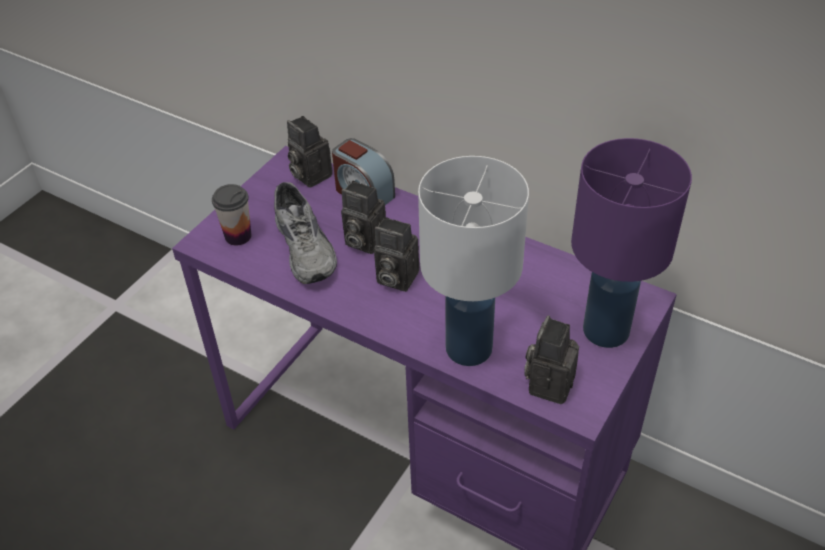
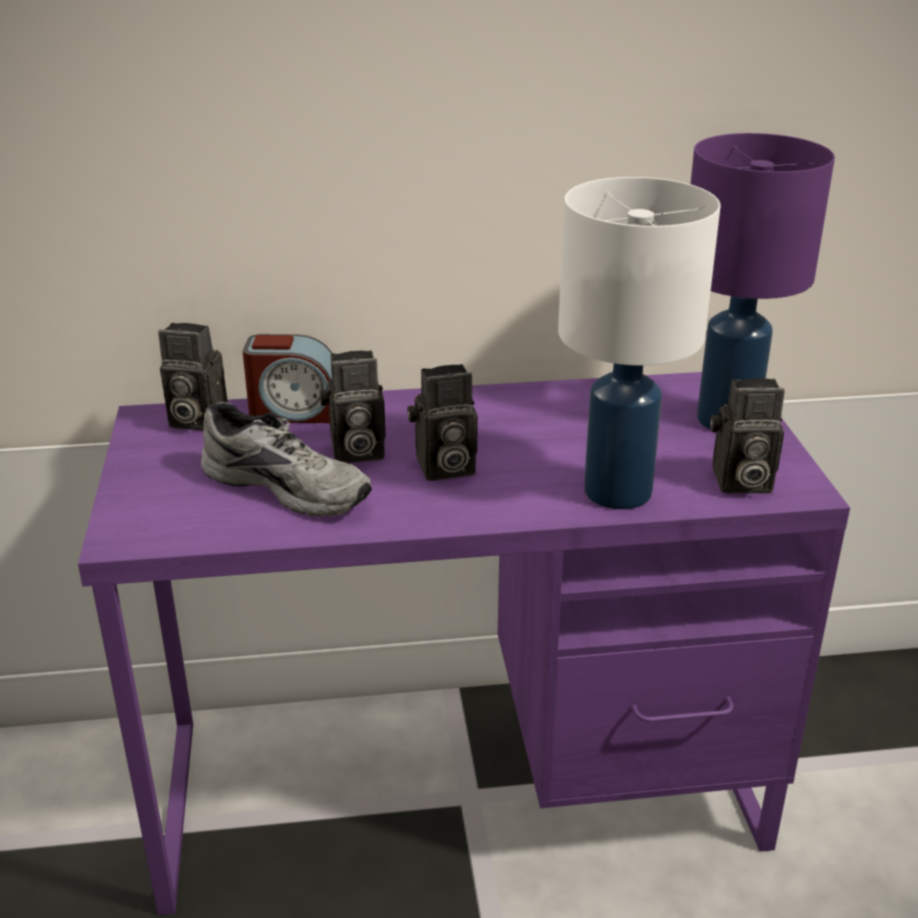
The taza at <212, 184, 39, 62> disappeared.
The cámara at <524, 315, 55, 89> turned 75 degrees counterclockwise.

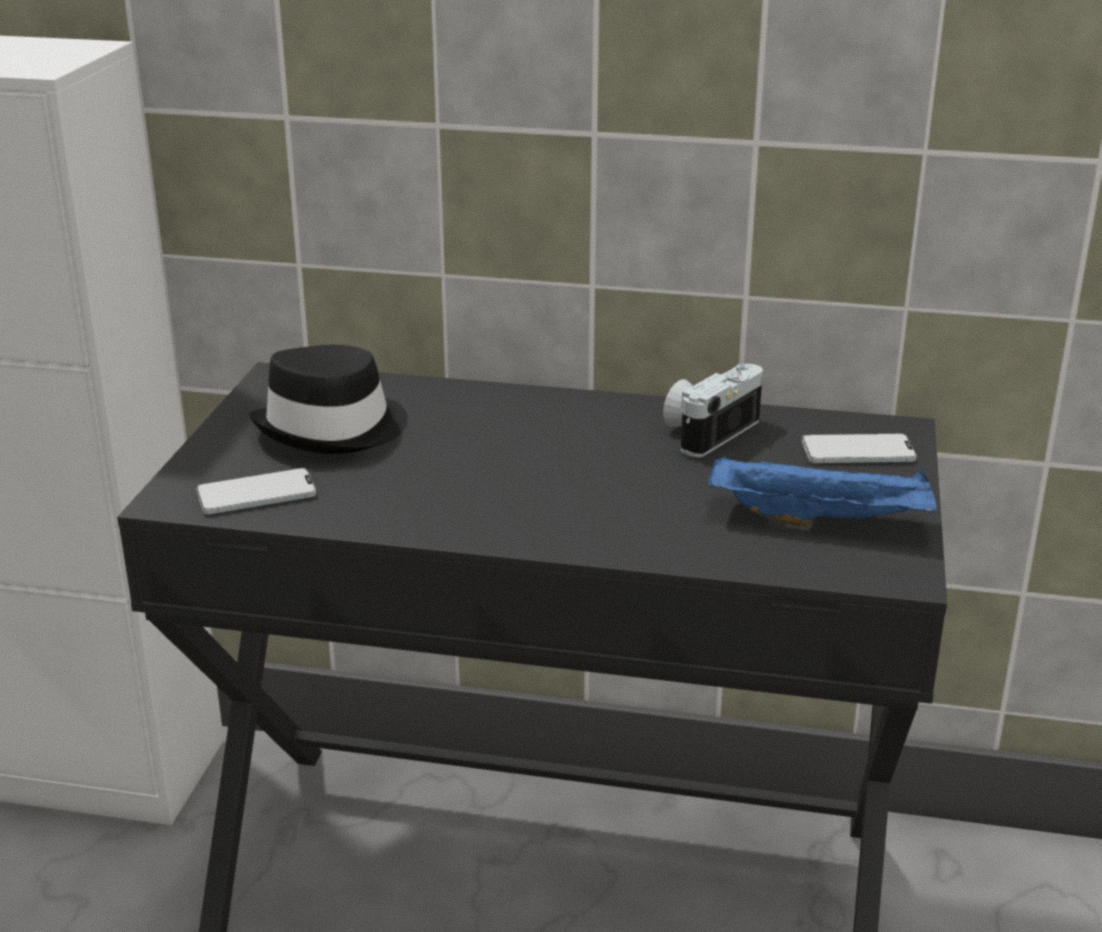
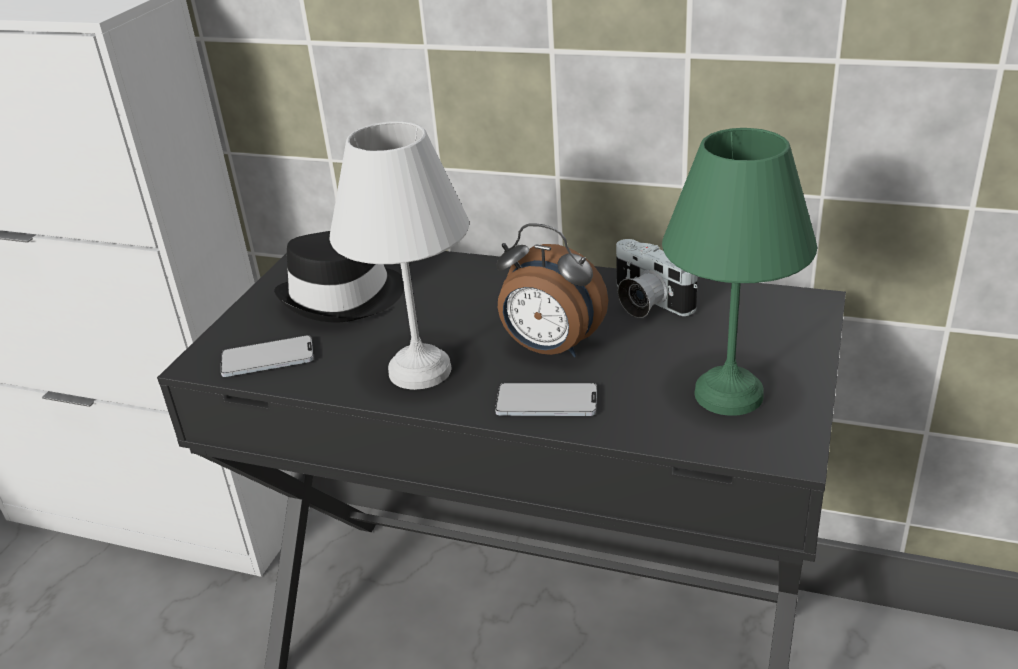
The lámpara de mesa (blanco) at <329, 121, 140, 269> appeared.
The despertador at <496, 224, 112, 133> appeared.
The móvil moved from <802, 433, 114, 30> to <495, 383, 102, 33>.
The bandeja (azul) at <708, 455, 229, 72> was replaced by the lámpara de mesa (verde) at <662, 128, 155, 288>.
The cámara at <663, 364, 100, 93> turned 90 degrees counterclockwise.

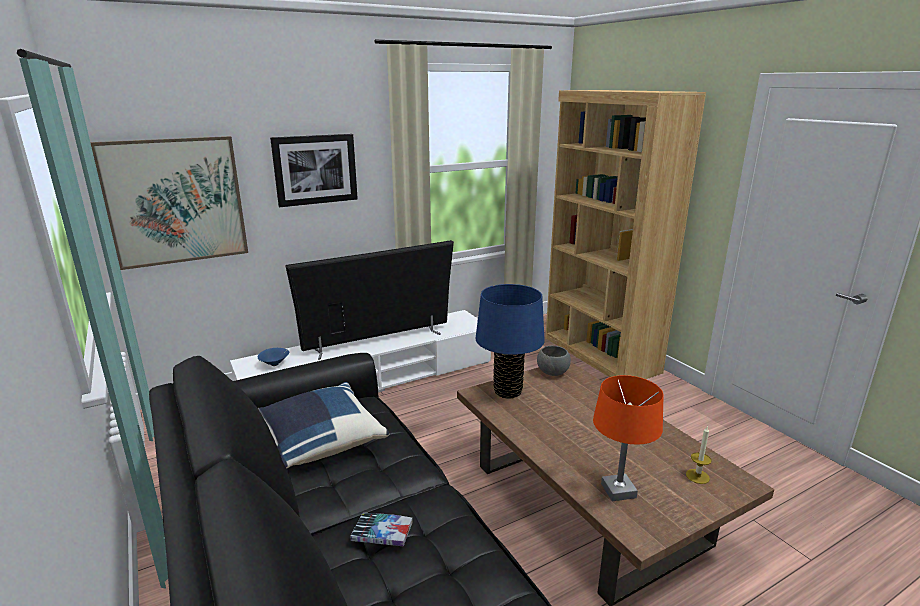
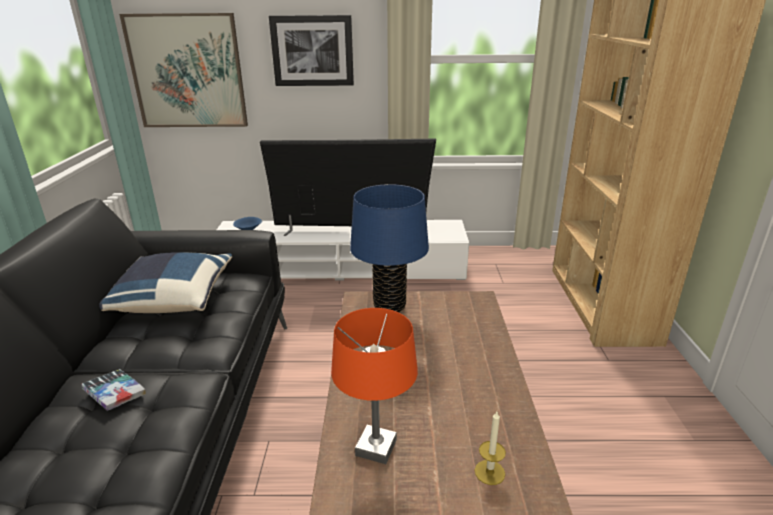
The cuenco (gris) at <537, 346, 34, 30> disappeared.

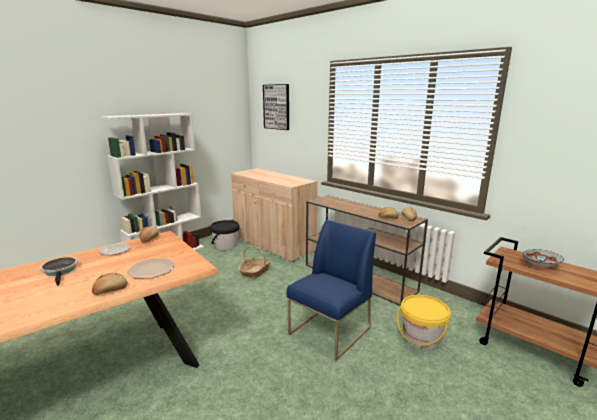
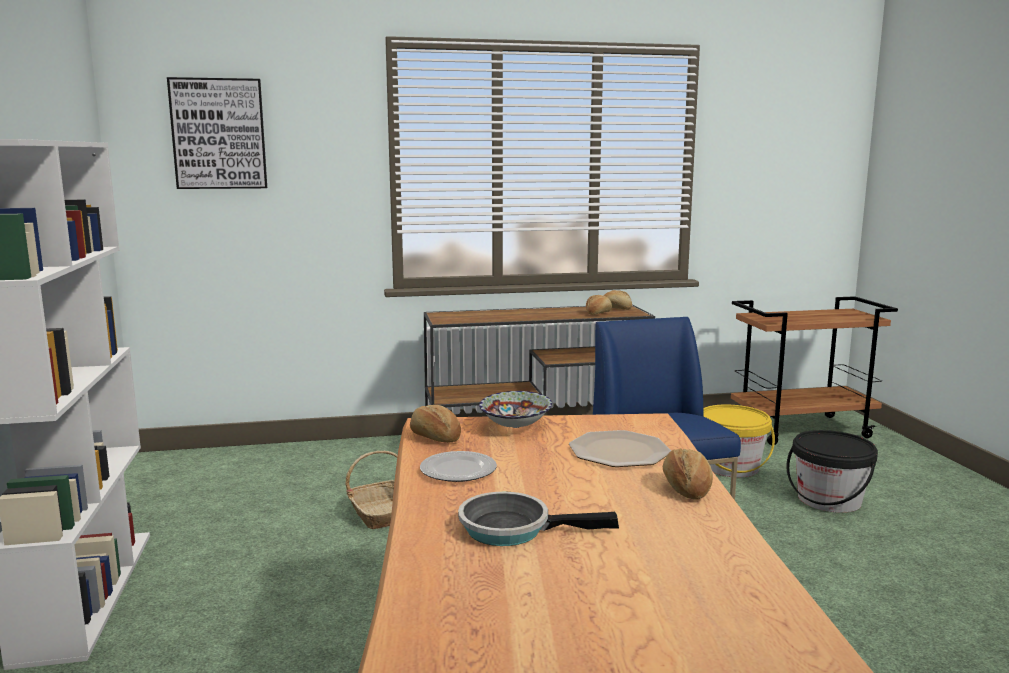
The armario (beis) at <231, 168, 87, 94> disappeared.
The cubo (negro) moved from <210, 220, 30, 30> to <787, 430, 91, 83>.
The cuenco moved from <523, 249, 41, 18> to <479, 391, 73, 37>.

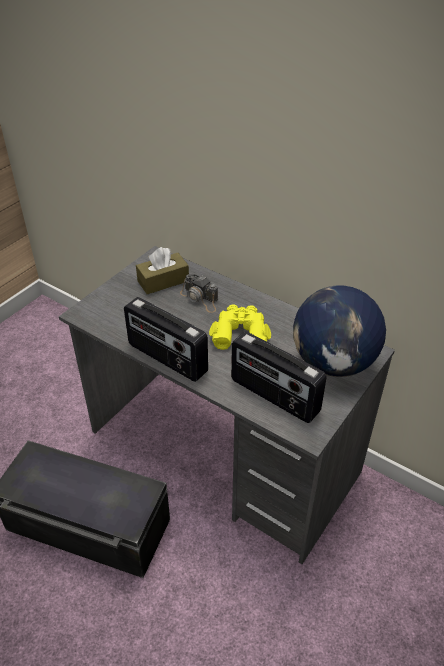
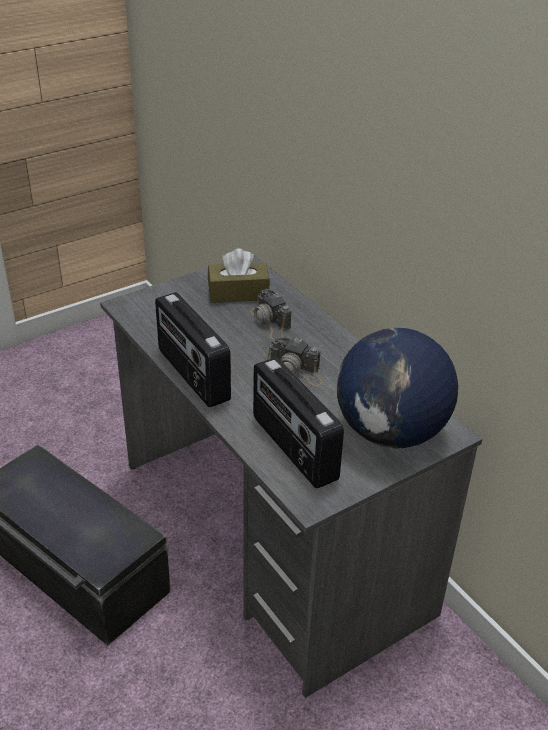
The prismáticos (amarillo) at <209, 304, 62, 46> was replaced by the cámara at <267, 337, 56, 49>.

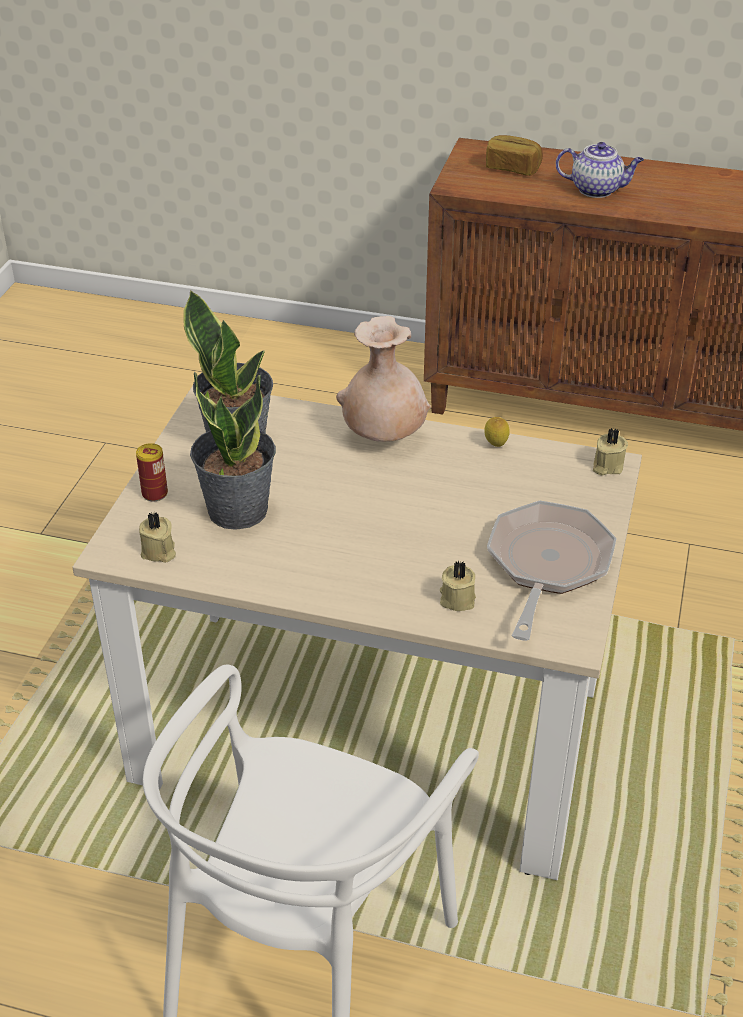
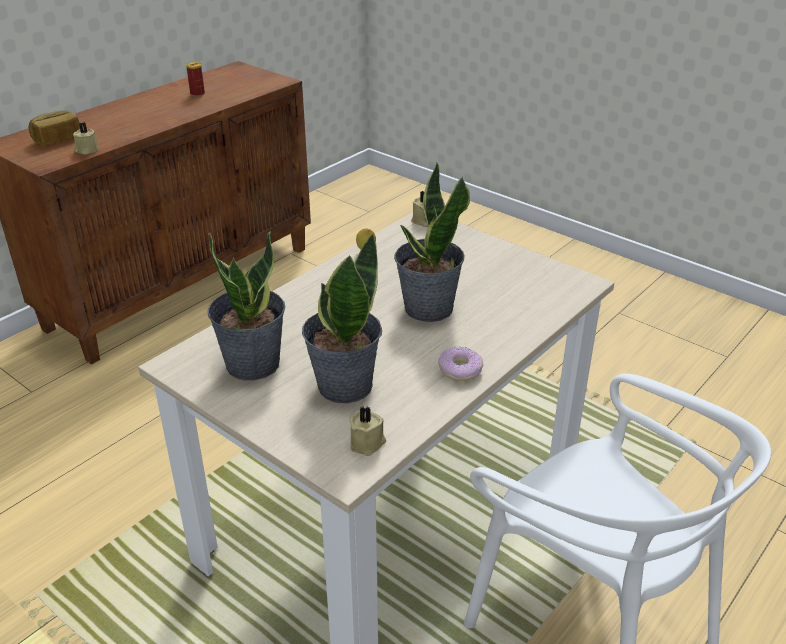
The florero (beis) at <336, 316, 95, 126> disappeared.
The sartén at <487, 500, 130, 141> disappeared.
The tetera at <556, 142, 88, 56> disappeared.
The planta en maceta at <394, 163, 76, 159> appeared.
The rosquilla at <438, 347, 45, 34> appeared.
The lata moved from <136, 443, 32, 59> to <186, 62, 19, 35>.
The vela (beis) moved from <440, 561, 36, 50> to <73, 122, 26, 33>.

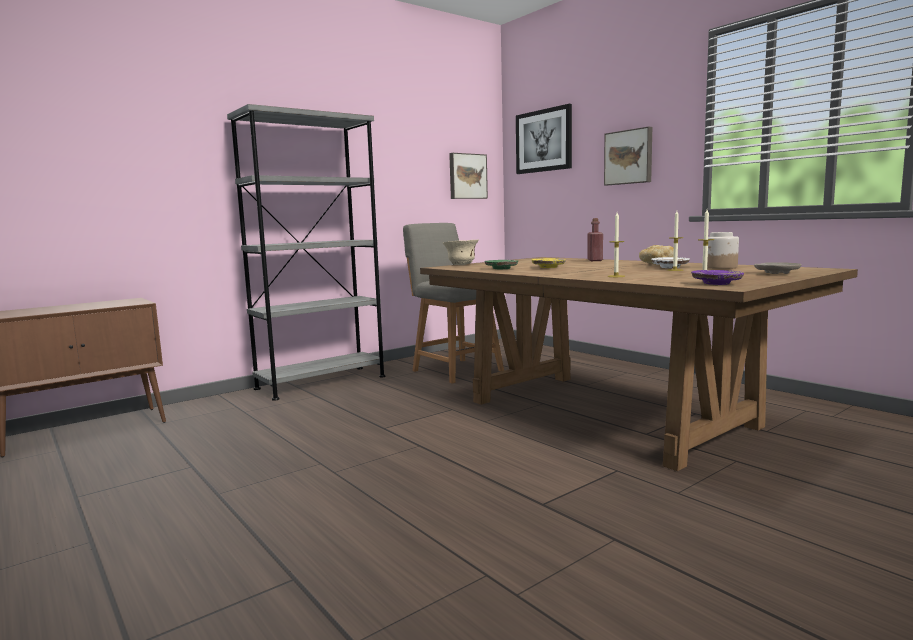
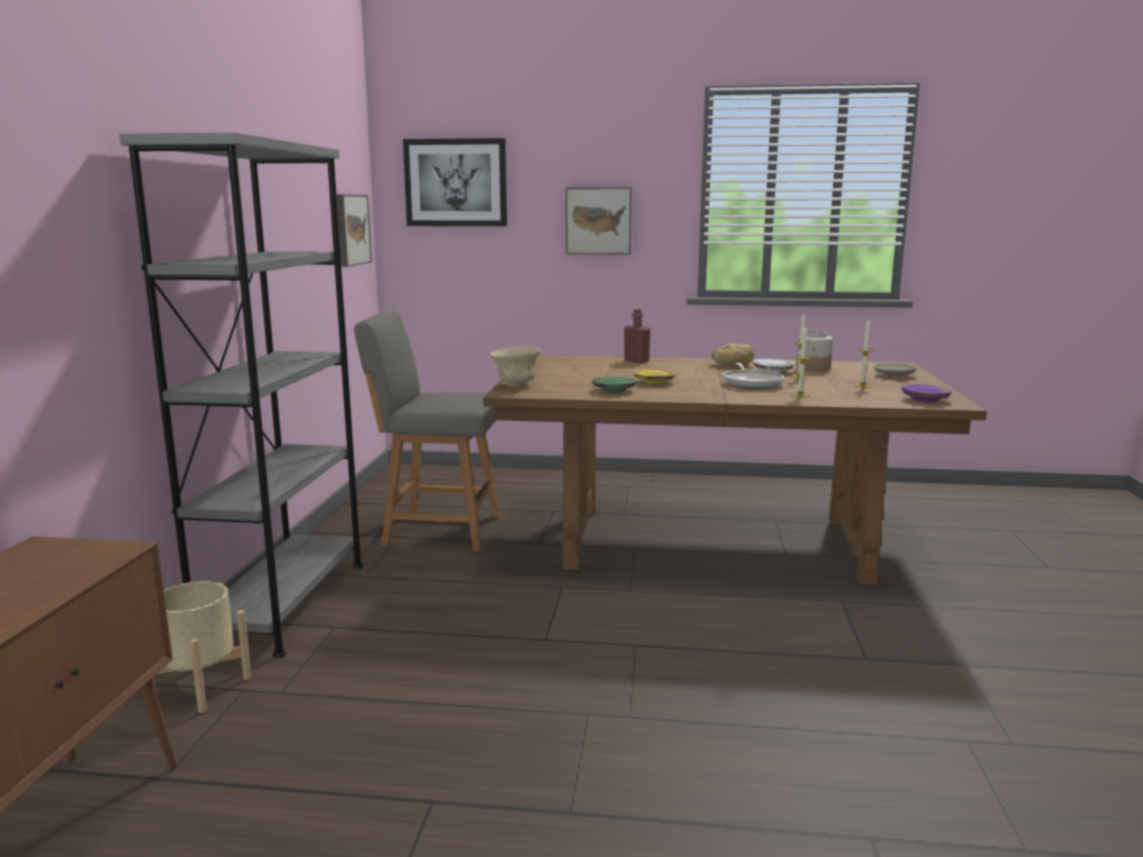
The maceta (beis) at <152, 581, 100, 132> appeared.
The sartén at <723, 363, 61, 26> appeared.

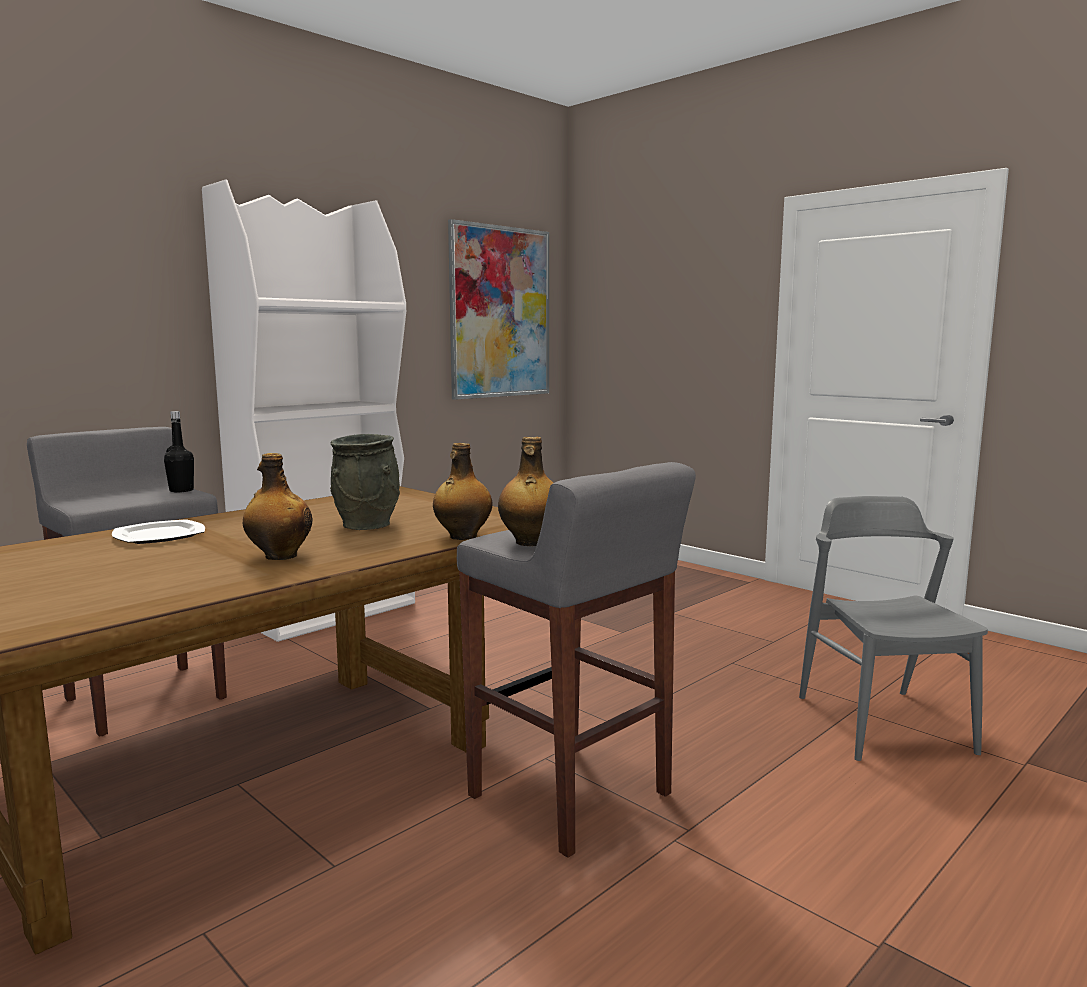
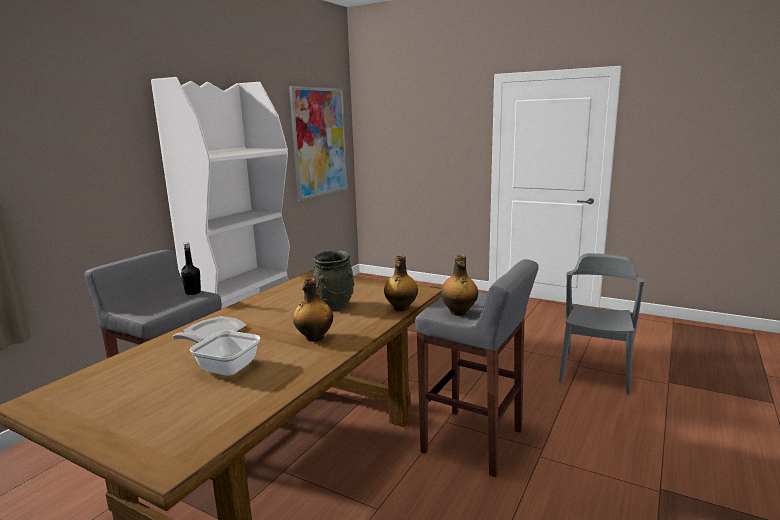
The sartén at <172, 330, 88, 46> appeared.
The silla (gris) at <799, 496, 189, 265> turned 45 degrees clockwise.

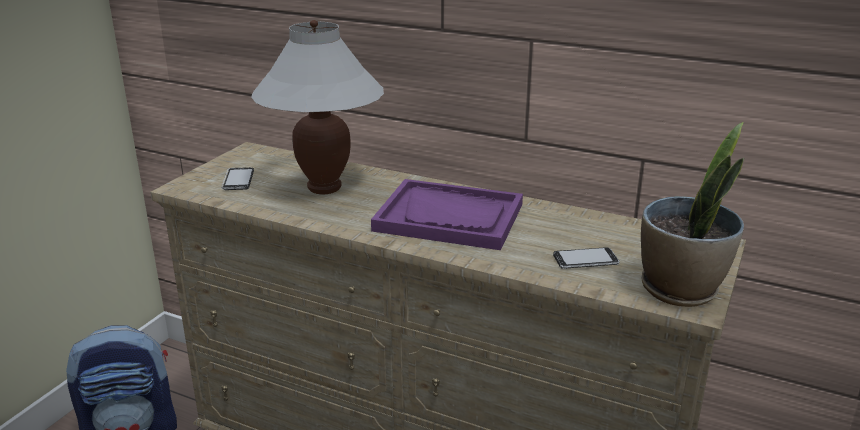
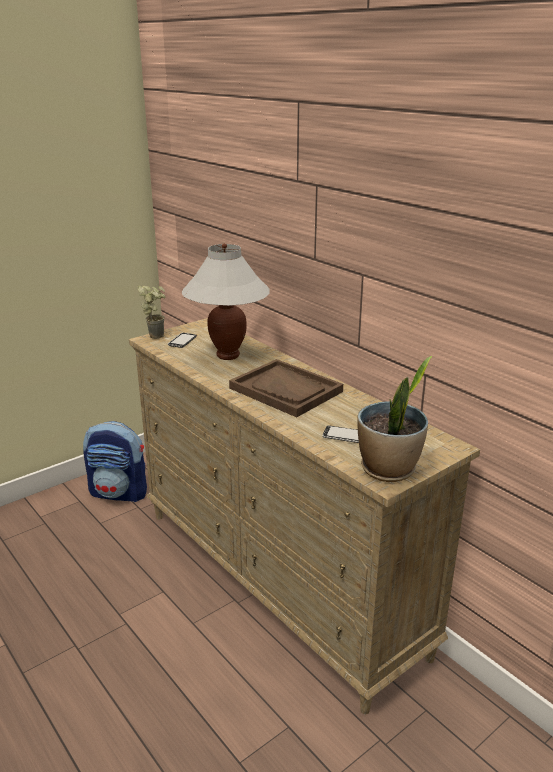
The planta en maceta at <137, 286, 29, 53> appeared.
The bandeja (morado) at <371, 179, 152, 71> became the bandeja (marrón) at <229, 359, 114, 58>.

